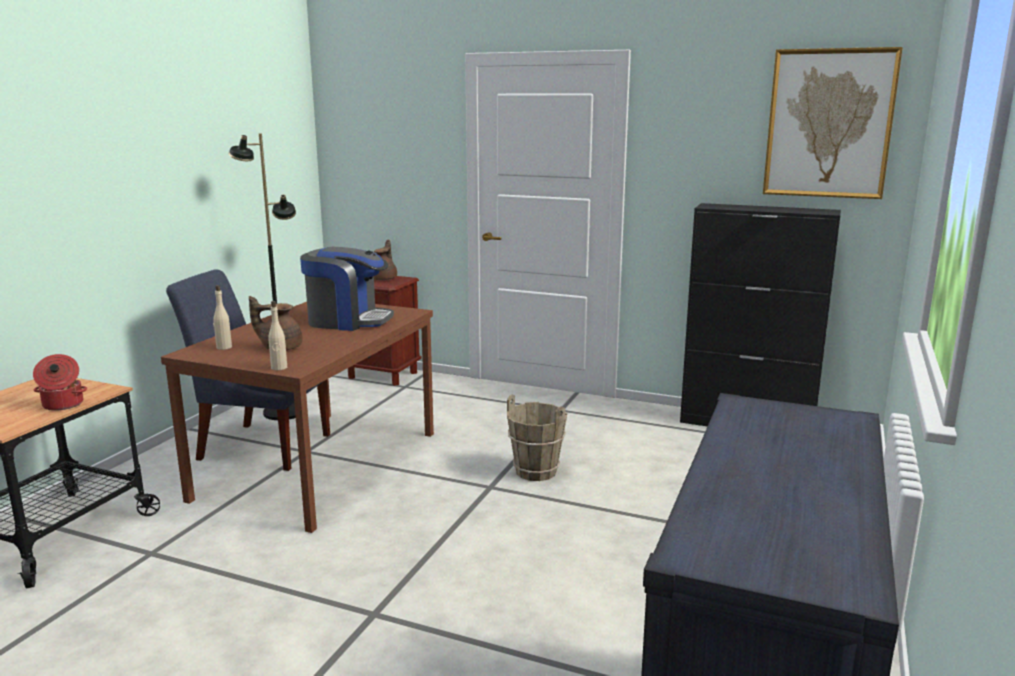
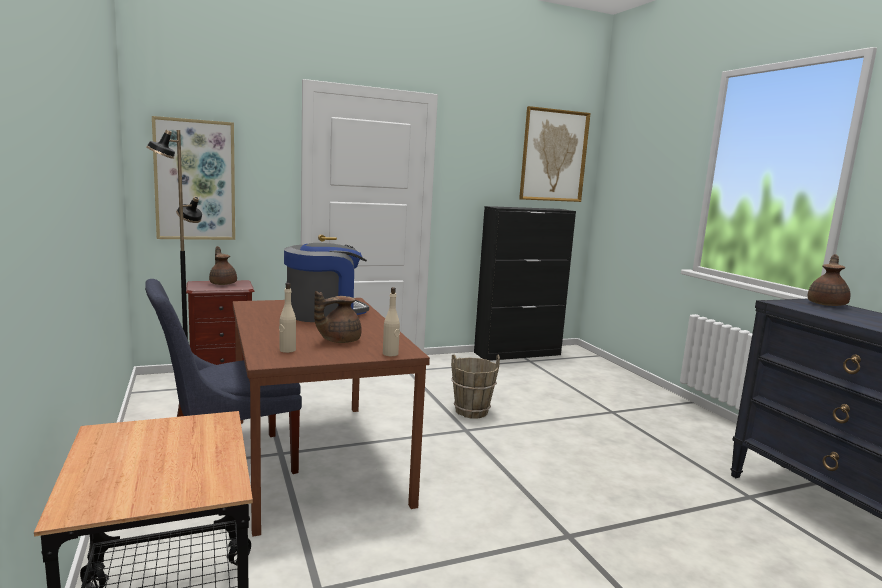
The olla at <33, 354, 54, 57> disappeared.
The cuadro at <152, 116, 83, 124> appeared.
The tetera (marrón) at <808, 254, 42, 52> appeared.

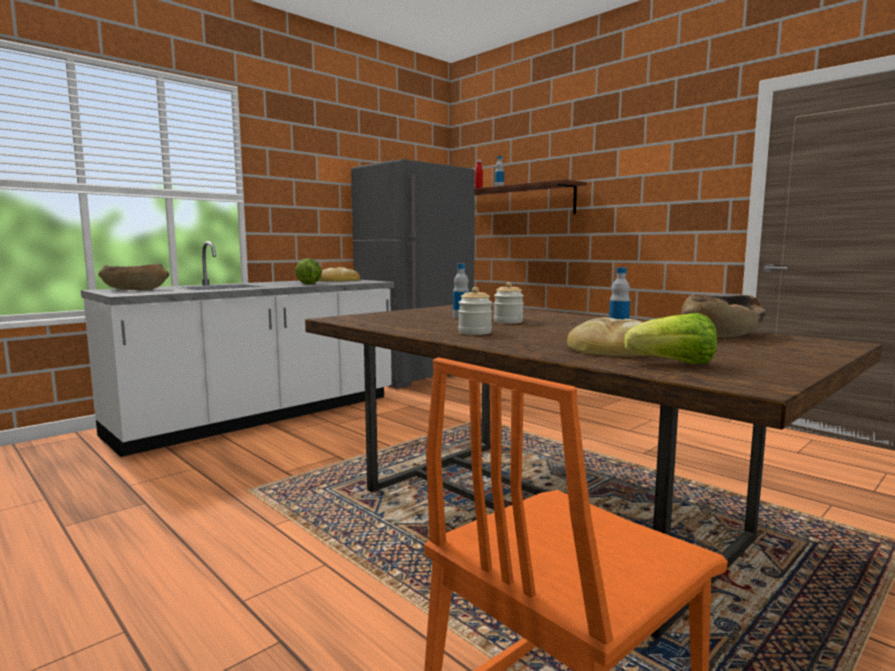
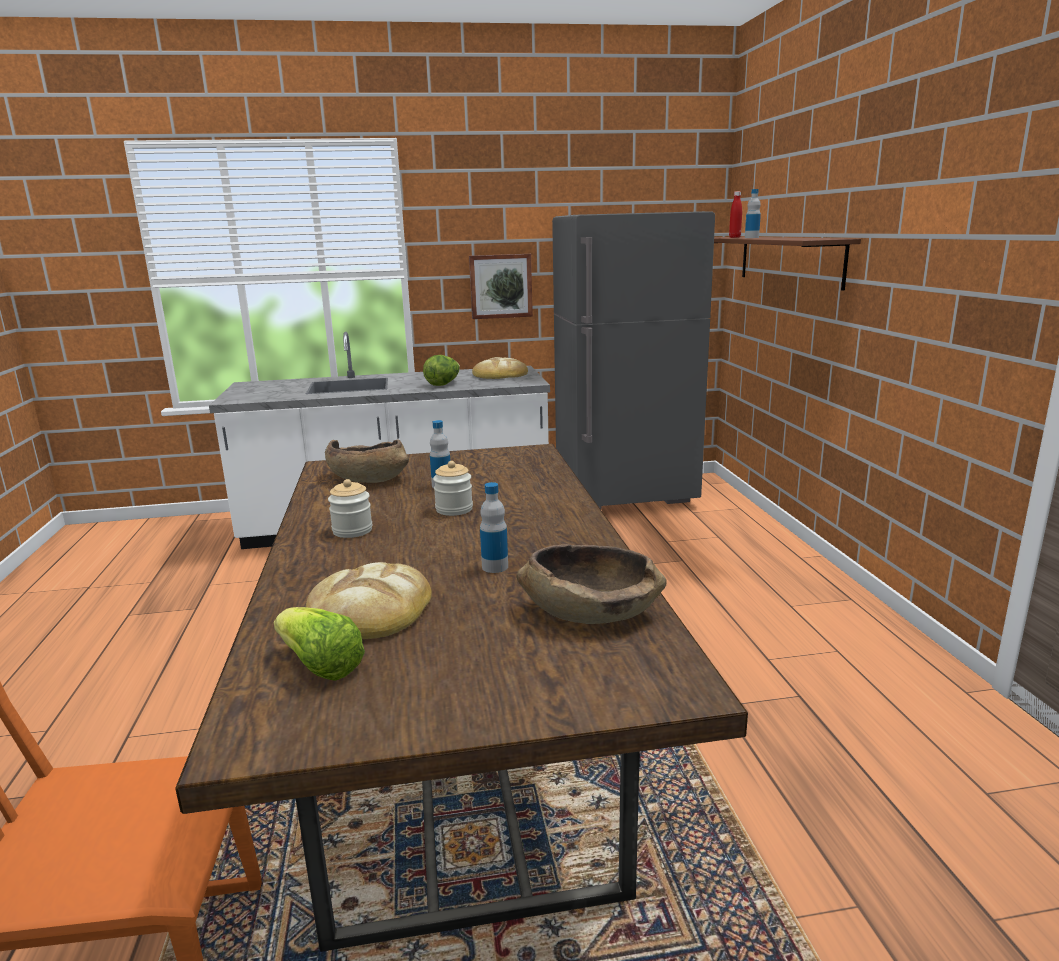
The cuadro at <469, 254, 64, 65> appeared.
The cuenco (marrón) moved from <98, 264, 71, 26> to <325, 439, 84, 44>.

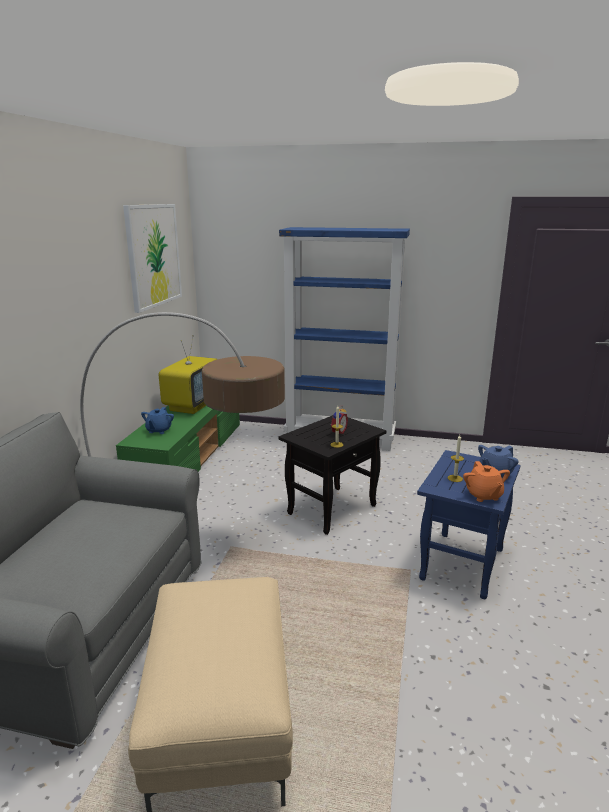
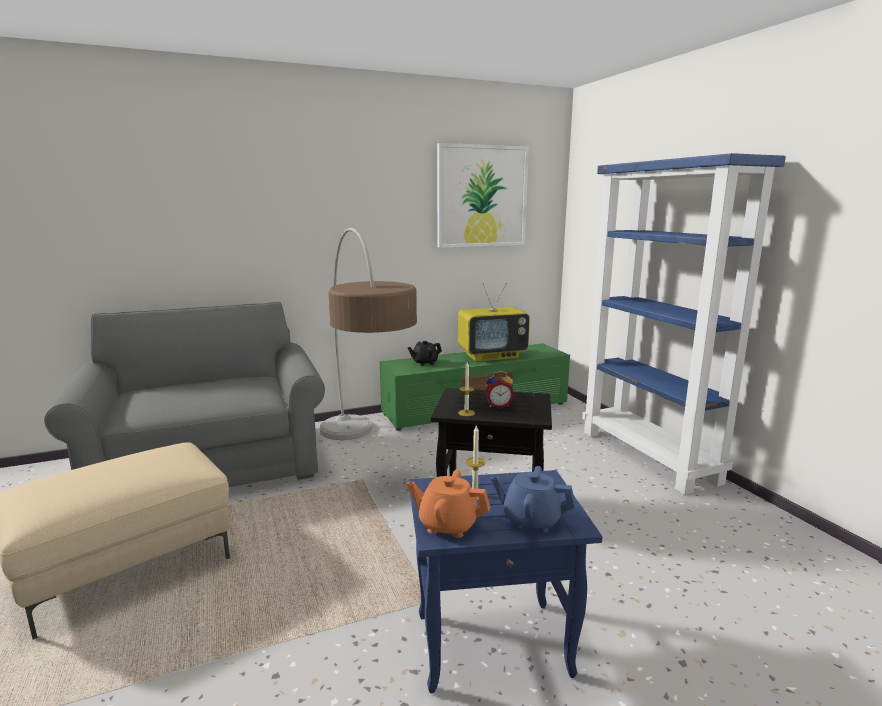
The tetera (azul) at <141, 407, 33, 27> became the tetera (negro) at <408, 341, 34, 25>.
The tetera (naranja) at <463, 461, 47, 41> turned 60 degrees clockwise.

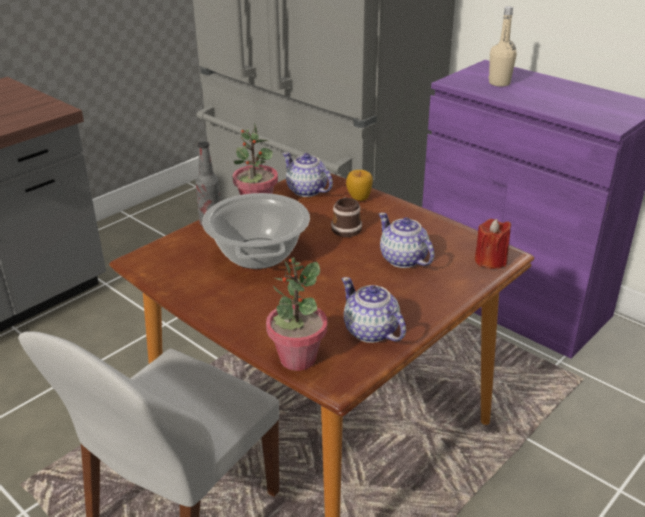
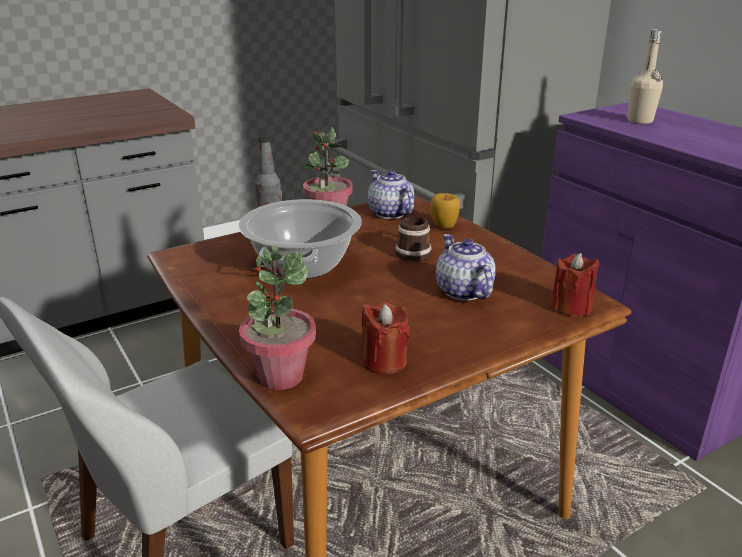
The tetera at <342, 277, 64, 66> was replaced by the vela (rojo) at <361, 302, 49, 72>.

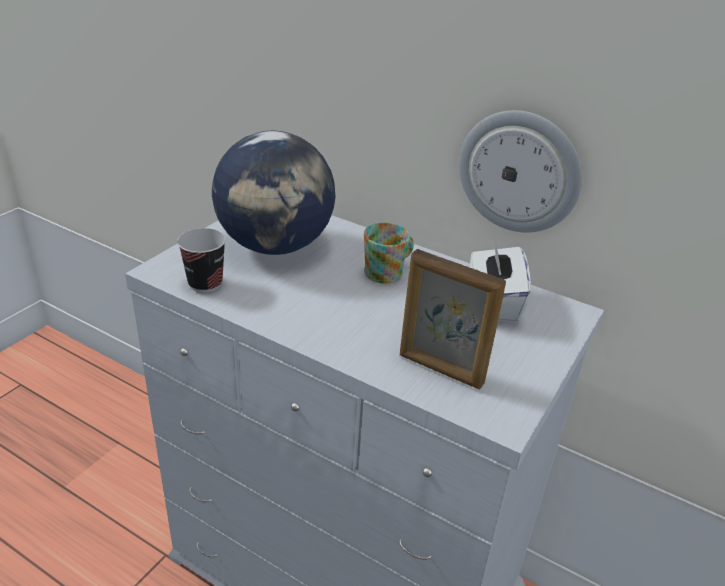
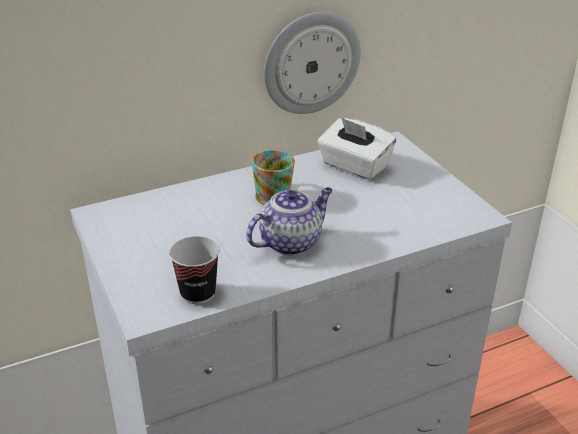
The globo terráqueo at <212, 131, 123, 124> disappeared.
The portarretratos at <400, 249, 106, 140> disappeared.
The tetera at <246, 187, 87, 69> appeared.

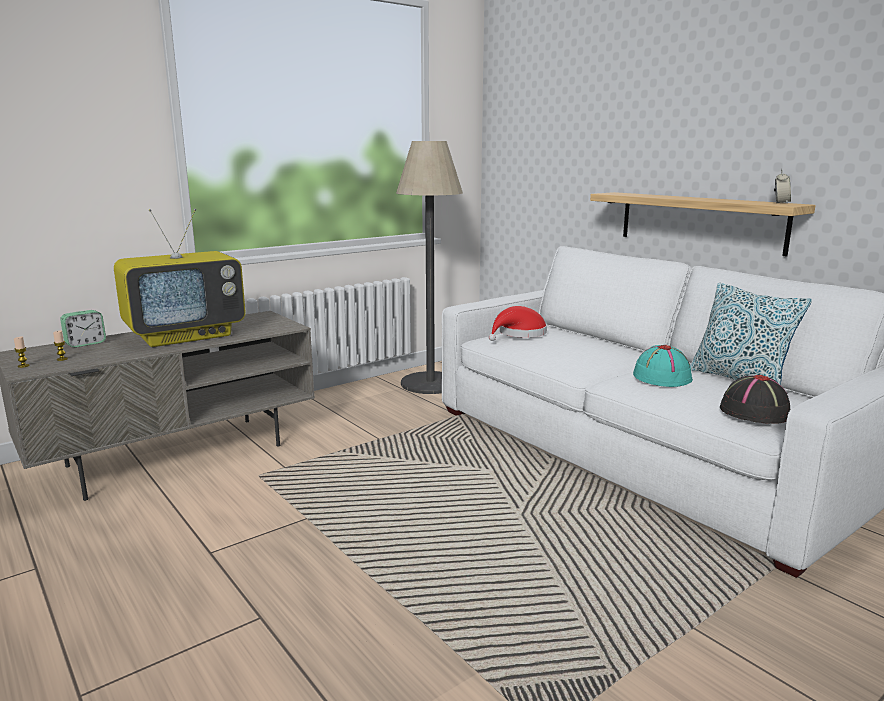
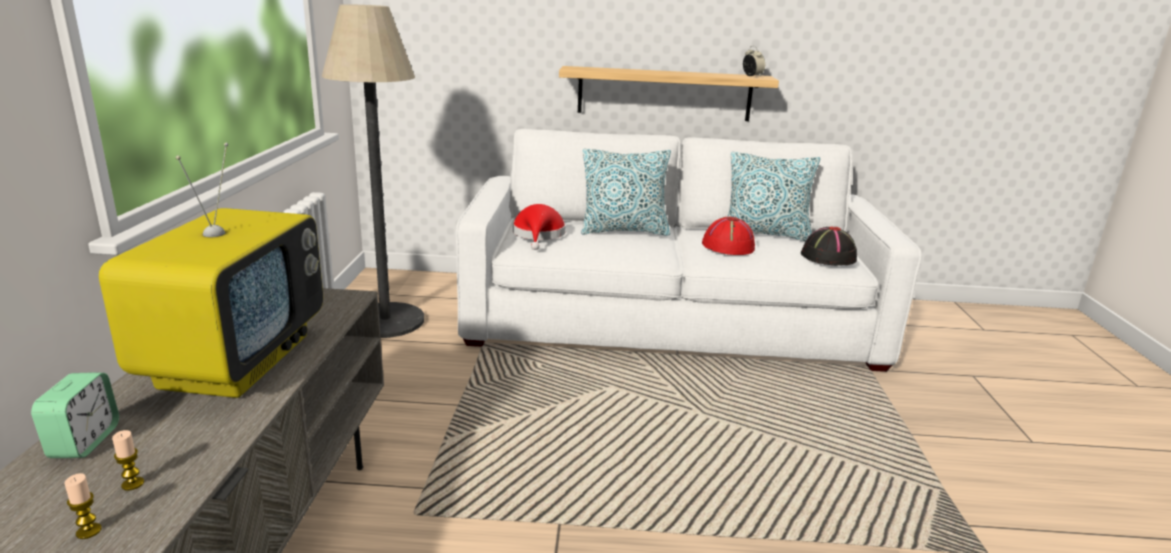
The cojín at <581, 149, 90, 87> appeared.
The sombrero (turquesa) at <633, 345, 60, 42> became the sombrero (rojo) at <702, 216, 53, 39>.

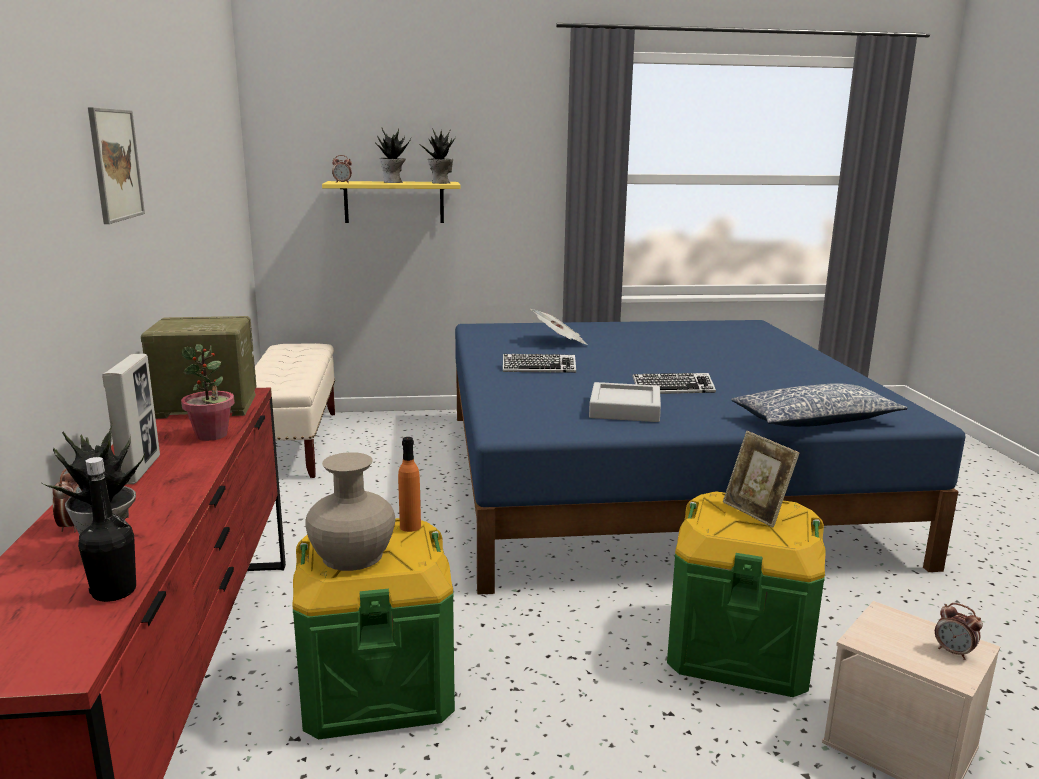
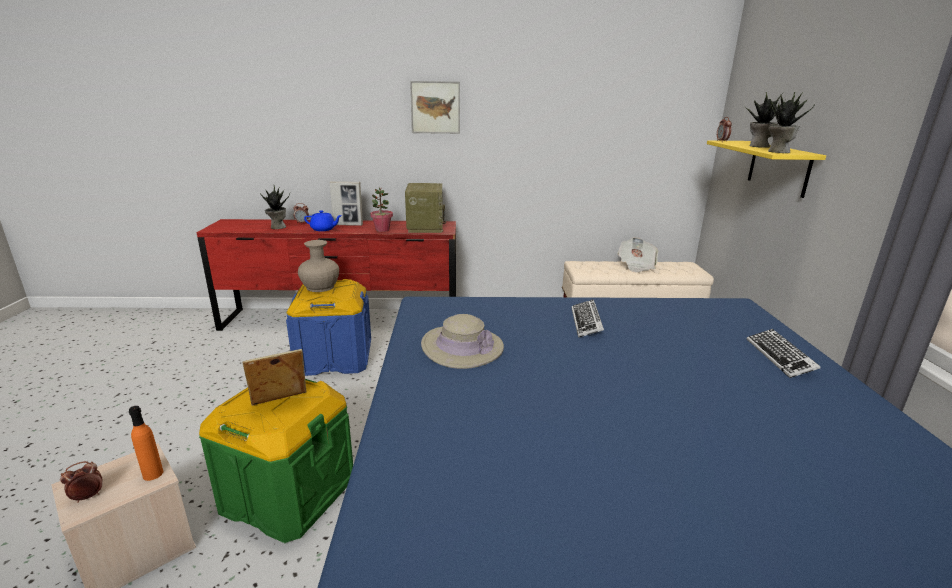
The botella (negro) at <78, 457, 58, 145> disappeared.
The cojín at <731, 383, 177, 44> disappeared.
The tetera (azul) at <304, 210, 38, 21> appeared.
The botella (naranja) moved from <398, 437, 23, 95> to <129, 406, 34, 75>.
The periódico moved from <530, 309, 58, 36> to <617, 237, 41, 35>.
The teclado moved from <632, 373, 84, 21> to <747, 329, 74, 49>.
The bandeja (gris) at <589, 382, 72, 40> was replaced by the sombrero (beis) at <421, 314, 83, 55>.
The caja de almacenaje (verde) at <292, 518, 163, 221> became the caja de almacenaje (azul) at <286, 279, 85, 97>.

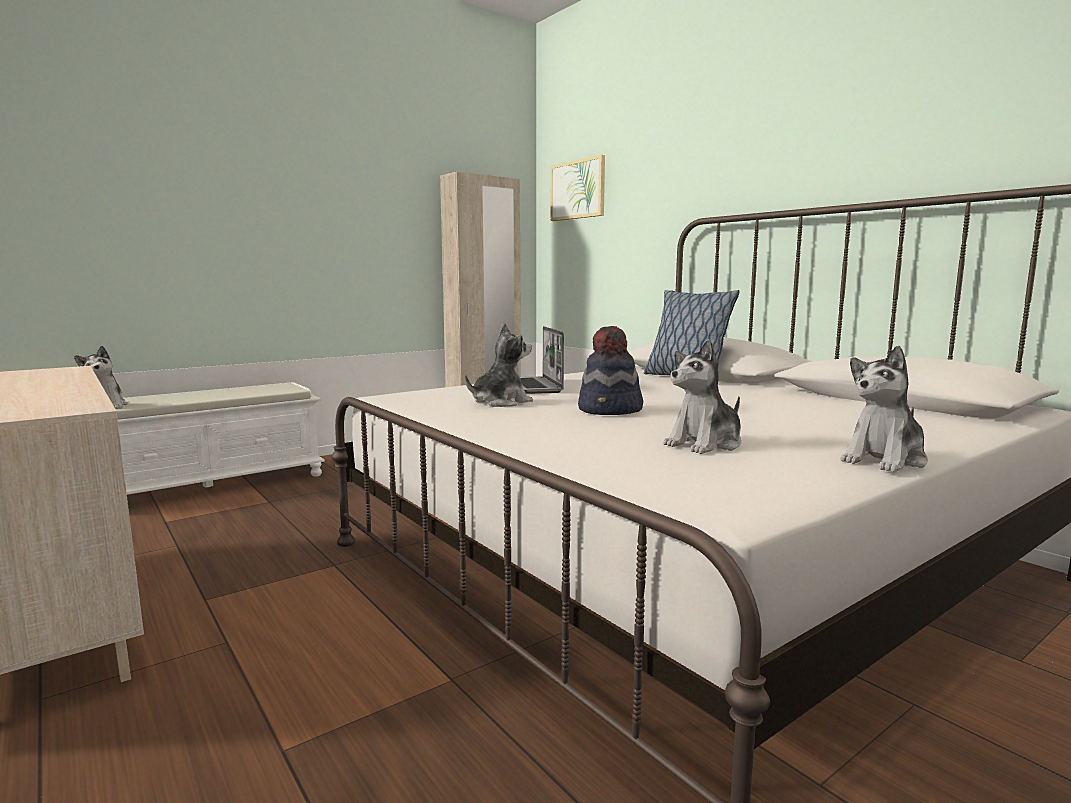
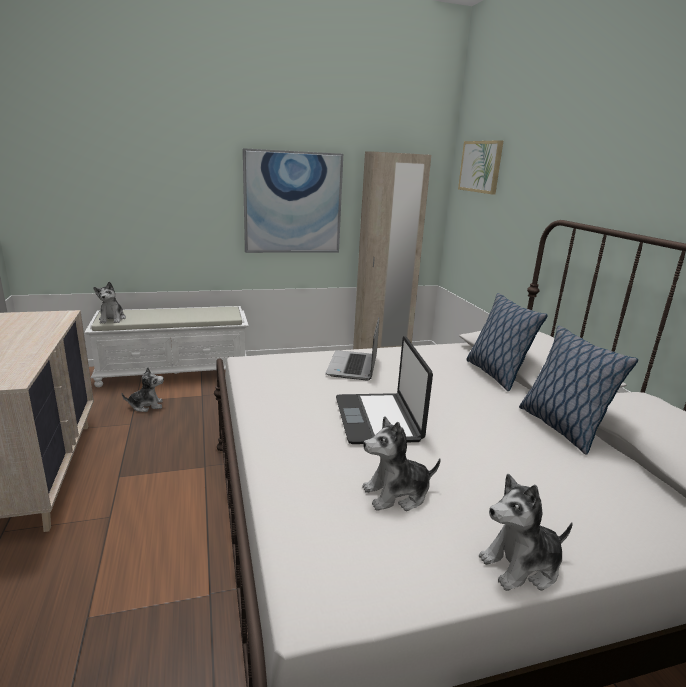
The cuadro at <243, 148, 100, 105> appeared.
The cojín at <519, 326, 119, 128> appeared.
The peluche moved from <465, 323, 68, 84> to <122, 367, 42, 45>.
The sombrero at <578, 326, 65, 89> was replaced by the portátil at <336, 336, 97, 108>.

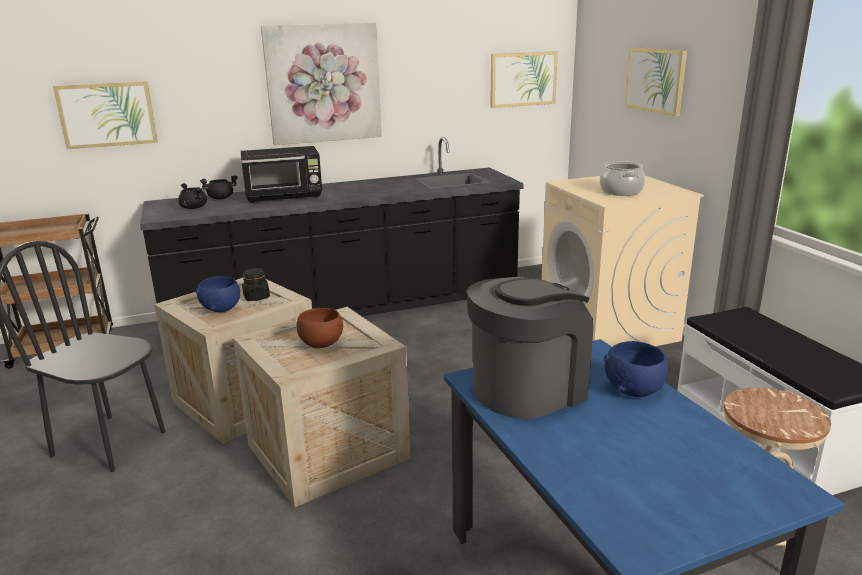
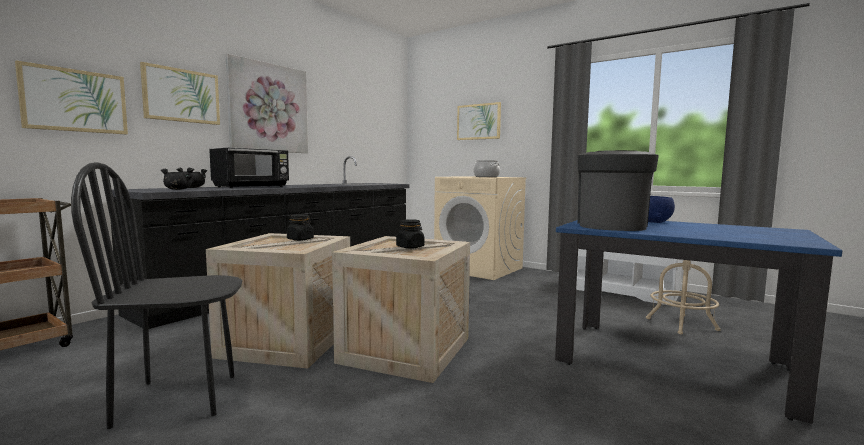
The cuenco (azul) at <196, 276, 44, 36> disappeared.
The cuadro moved from <490, 51, 68, 57> to <140, 62, 80, 63>.
The cuenco (marrón) at <297, 308, 46, 40> was replaced by the tarro (negro) at <396, 219, 29, 30>.

